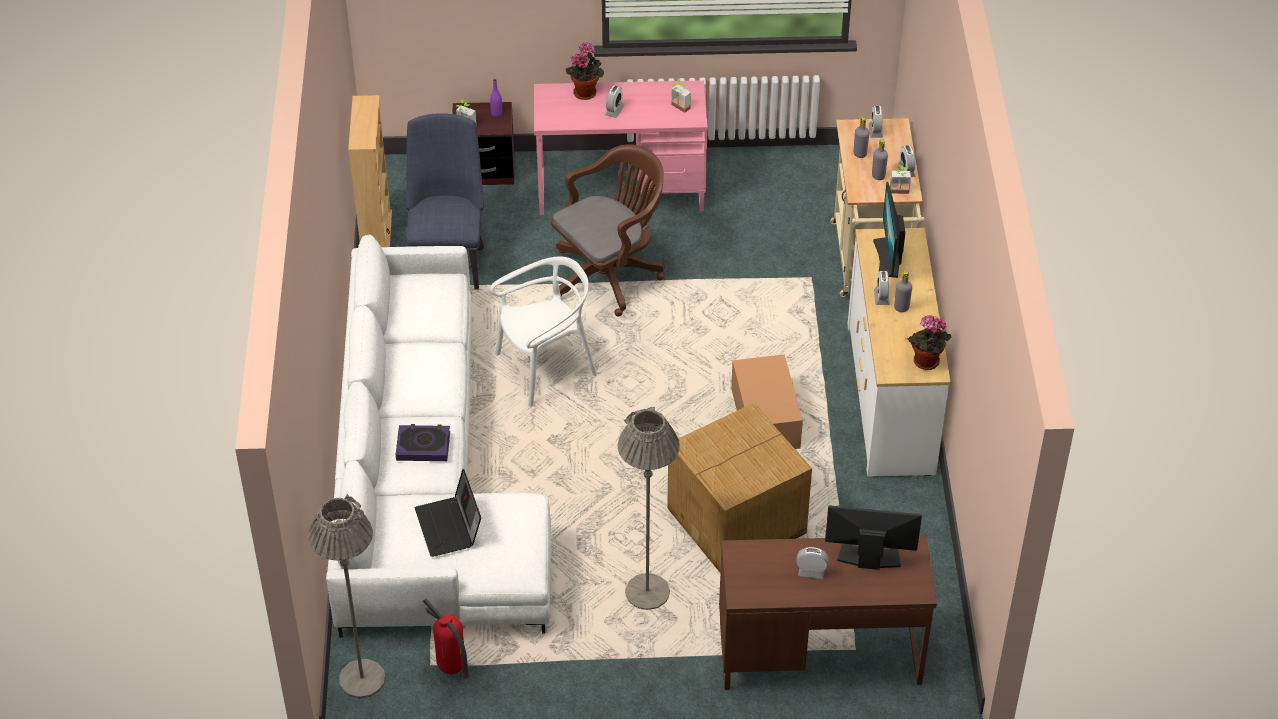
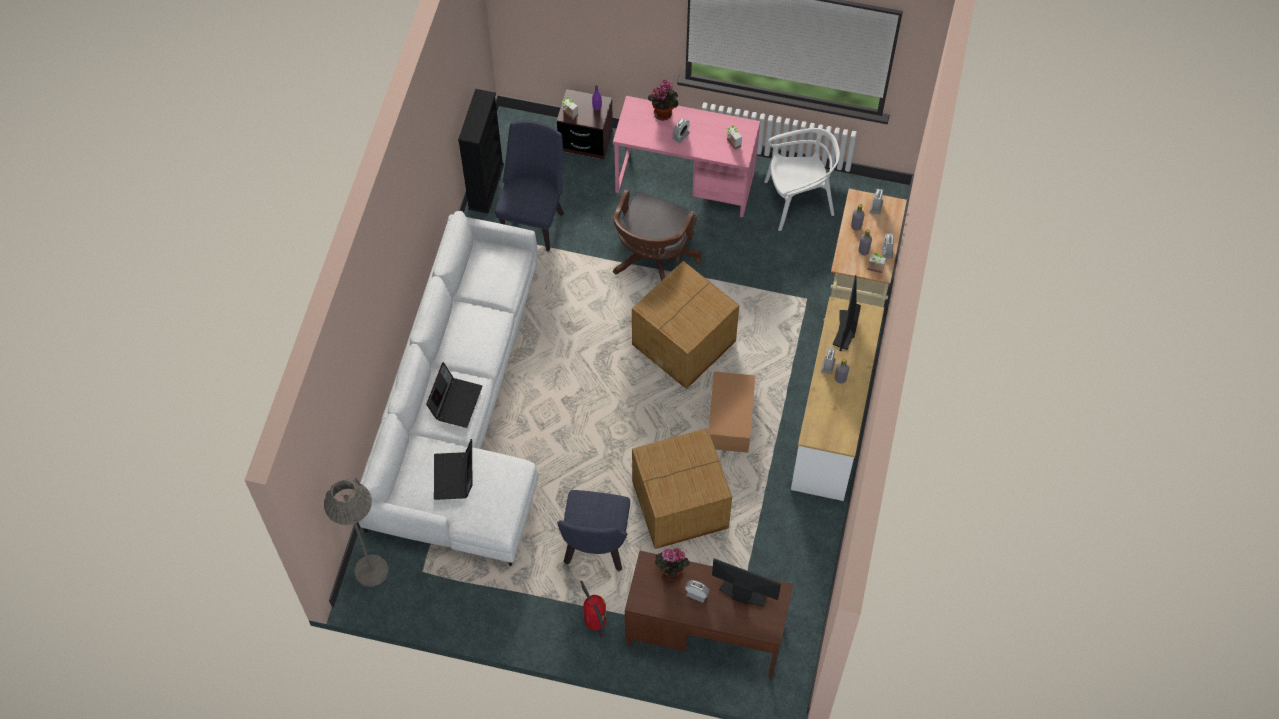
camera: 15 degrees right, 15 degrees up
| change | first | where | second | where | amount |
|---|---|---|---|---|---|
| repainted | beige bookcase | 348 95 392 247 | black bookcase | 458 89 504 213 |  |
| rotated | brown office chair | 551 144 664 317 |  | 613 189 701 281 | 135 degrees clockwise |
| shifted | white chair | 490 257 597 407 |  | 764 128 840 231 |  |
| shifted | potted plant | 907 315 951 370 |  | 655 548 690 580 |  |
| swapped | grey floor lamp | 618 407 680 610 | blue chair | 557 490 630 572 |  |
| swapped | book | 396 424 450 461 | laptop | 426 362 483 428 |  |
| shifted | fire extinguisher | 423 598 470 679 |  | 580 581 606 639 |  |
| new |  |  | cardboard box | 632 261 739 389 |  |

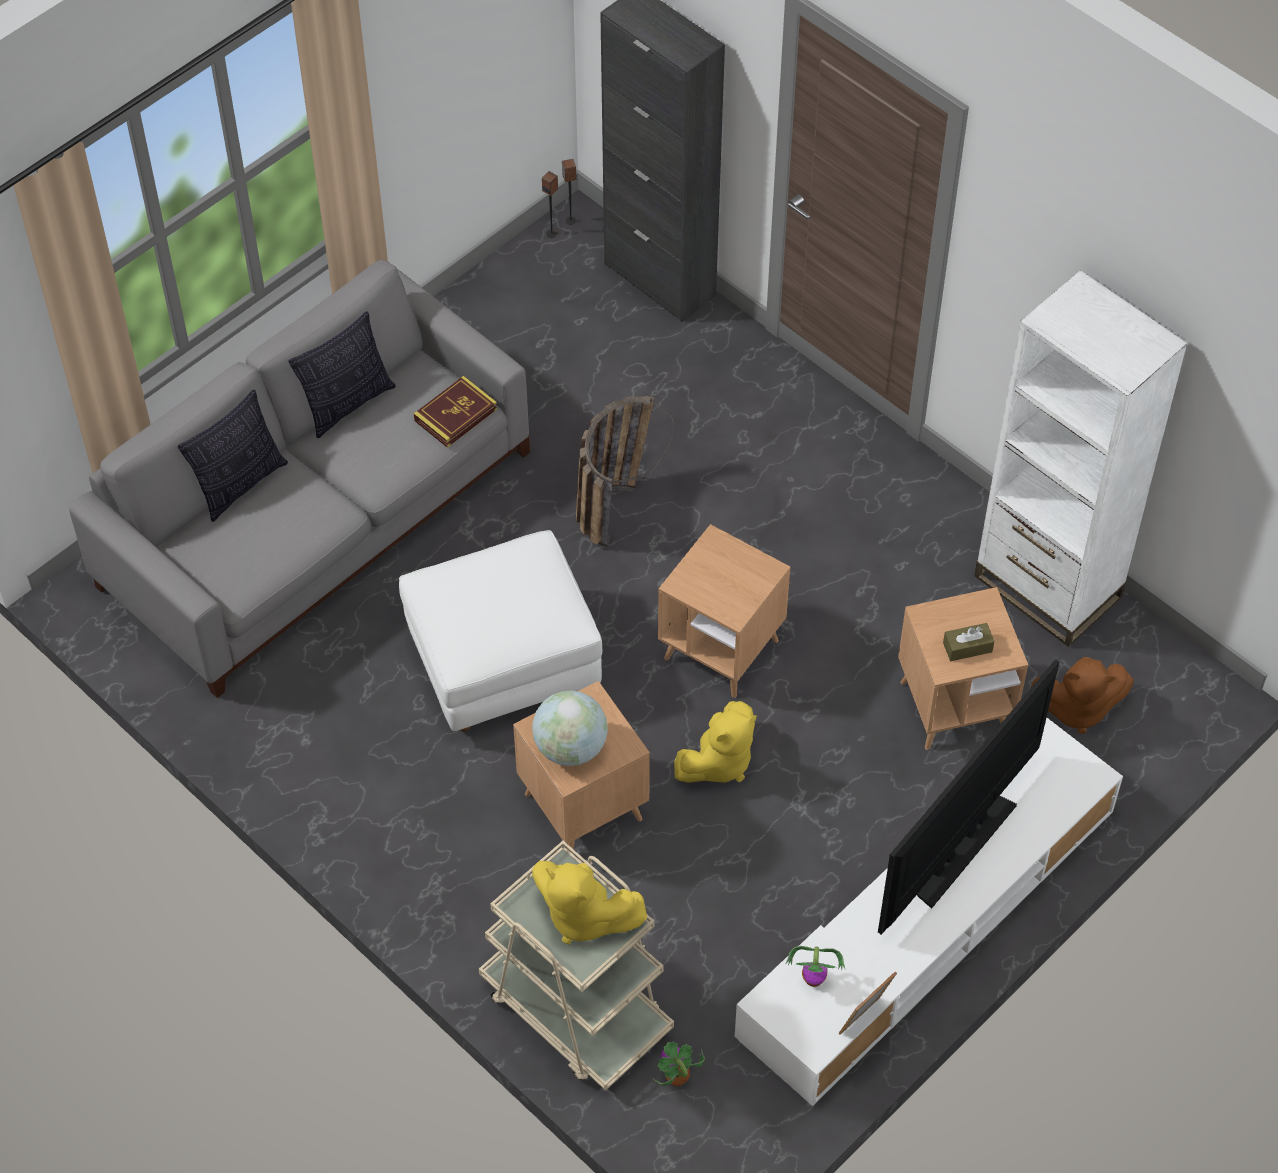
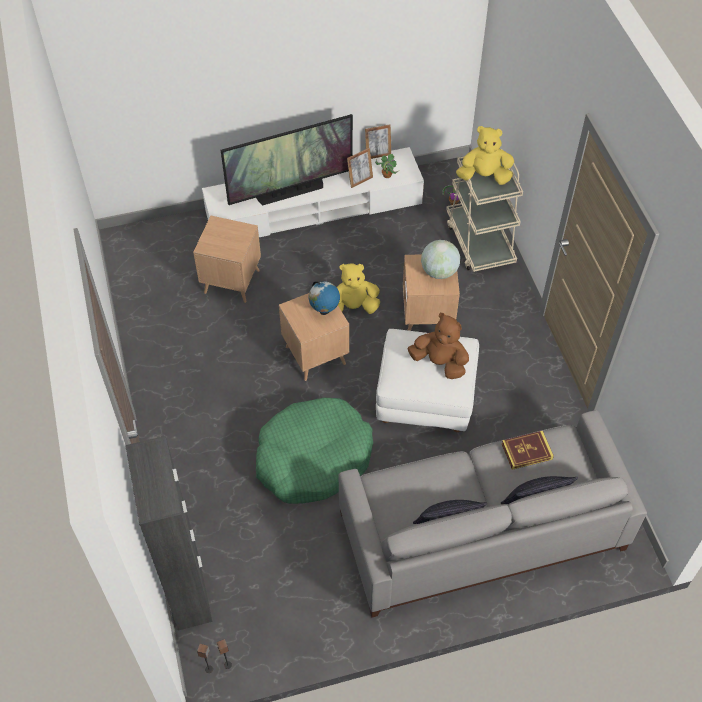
camera: 150 degrees left, 0 degrees up
| change | first | where | second | where | amount |
|---|---|---|---|---|---|
| gone | white bookcase | 974 270 1188 647 |  |  |  |
| shifted | book | 414 376 497 448 |  | 502 431 554 470 |  |
| swapped | basket | 576 396 674 547 | green dog bed | 256 398 373 504 |  |
| gone | brown tissue box | 943 623 995 661 |  |  |  |
| shifted | brown plush toy | 1030 657 1134 734 |  | 407 313 469 379 |  |
| rotated | yellow plush toy | 532 861 647 945 |  | 456 126 514 185 | 60 degrees counterclockwise |
| new |  |  | picture frame | 347 148 373 188 |  |
| new |  |  | globe | 309 281 340 315 |  |

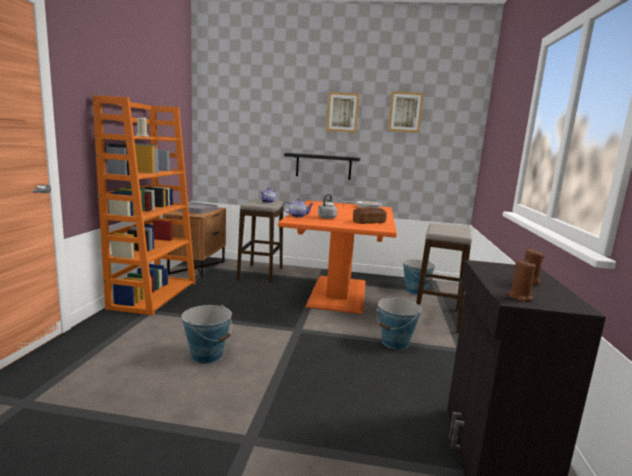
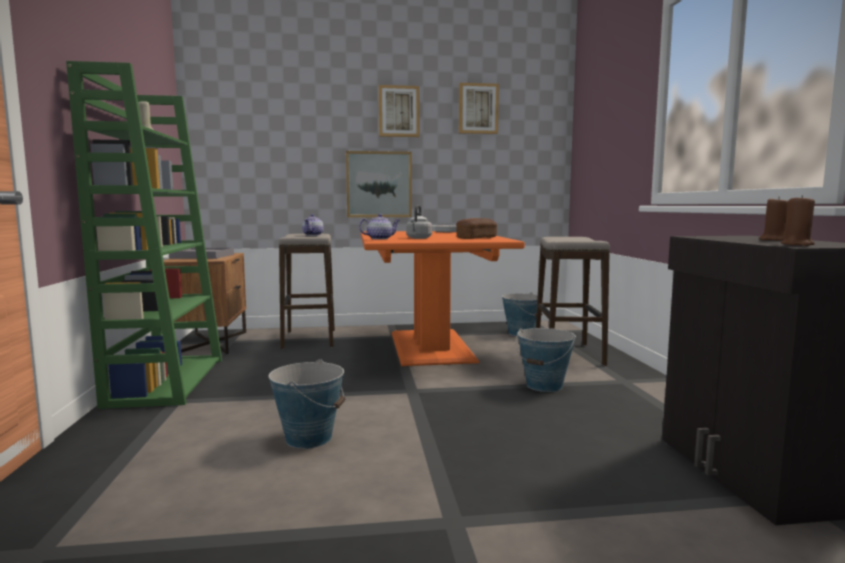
camera: 15 degrees left, 5 degrees down
| change | first | where | second | where | amount |
|---|---|---|---|---|---|
| repainted | orange bookcase | 92 95 195 315 | green bookcase | 66 61 222 409 |  |
| swapped | black shelf | 284 153 361 180 | picture | 346 151 412 217 |  |

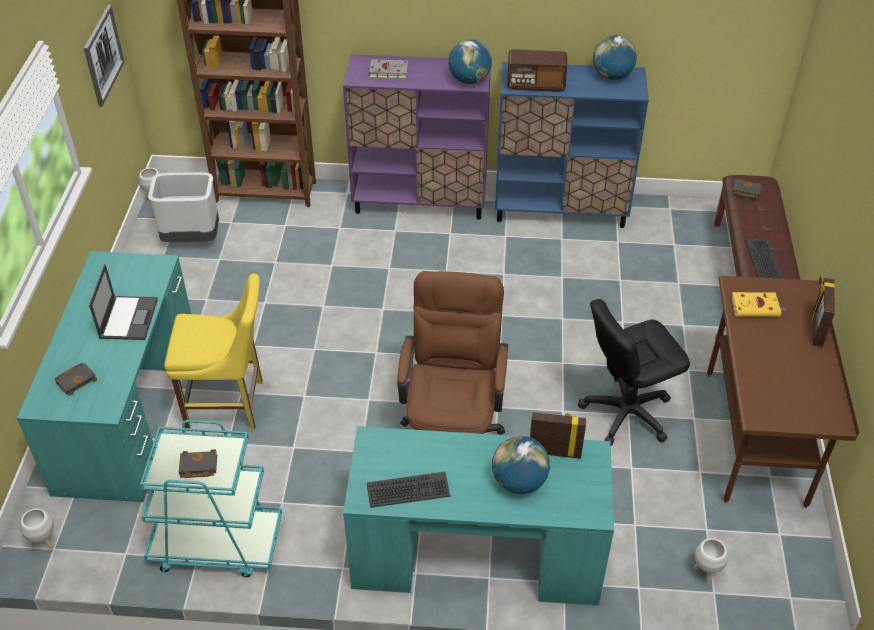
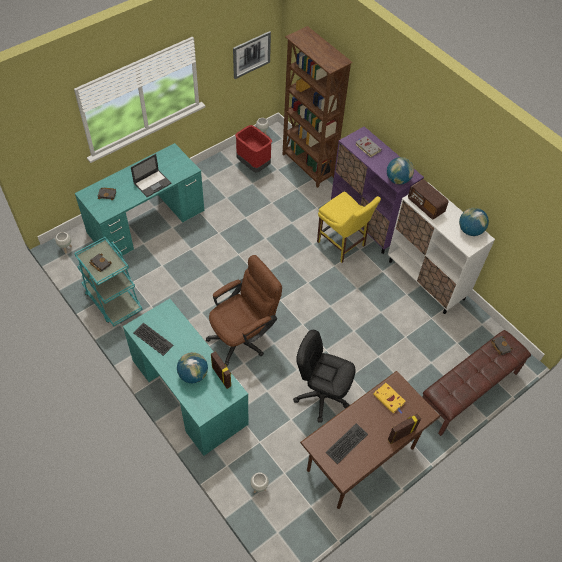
camera: 45 degrees right, 10 degrees up
| change | first | where | second | where | amount |
|---|---|---|---|---|---|
| repainted | blue cabinet | 495 62 649 228 | white cabinet | 388 182 495 314 |  |
| repainted | grey trash can | 148 172 219 242 | red trash can | 235 125 272 173 |  |
| shifted | keyboard | 745 239 782 279 |  | 325 423 368 464 |  |
| shifted | yellow chair | 164 274 262 430 |  | 317 192 381 263 |  |

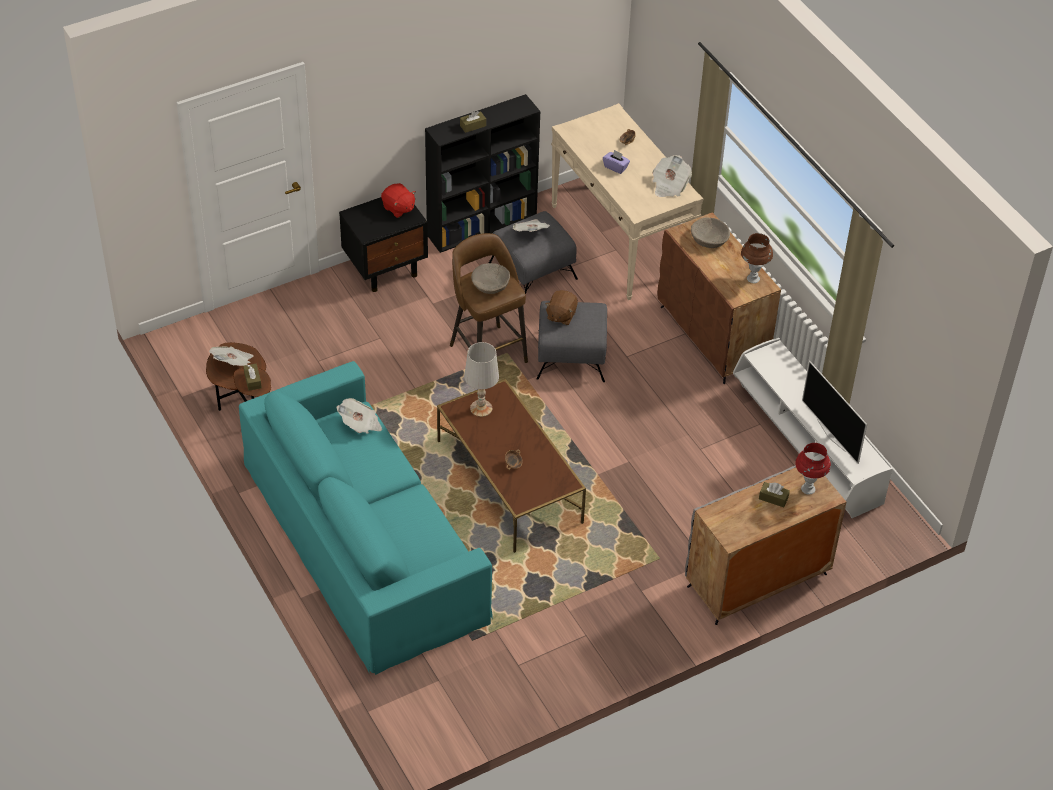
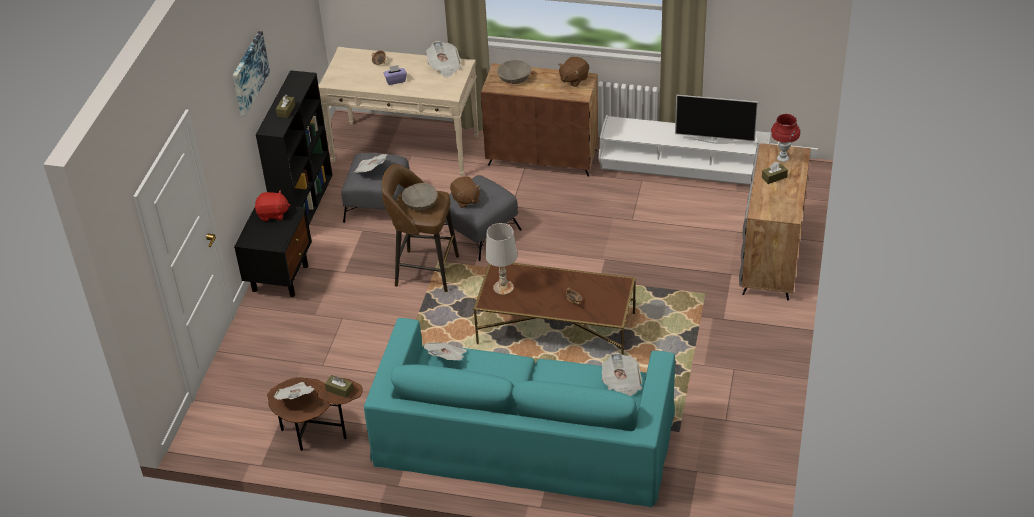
camera: 45 degrees left, 5 degrees down
| change | first | where | second | where | amount |
|---|---|---|---|---|---|
| swapped | brown table lamp | 741 233 773 283 | brown plush toy | 558 57 589 87 |  |
| new |  |  | picture | 233 31 270 116 |  |
| new |  |  | newspaper | 602 352 642 396 |  |

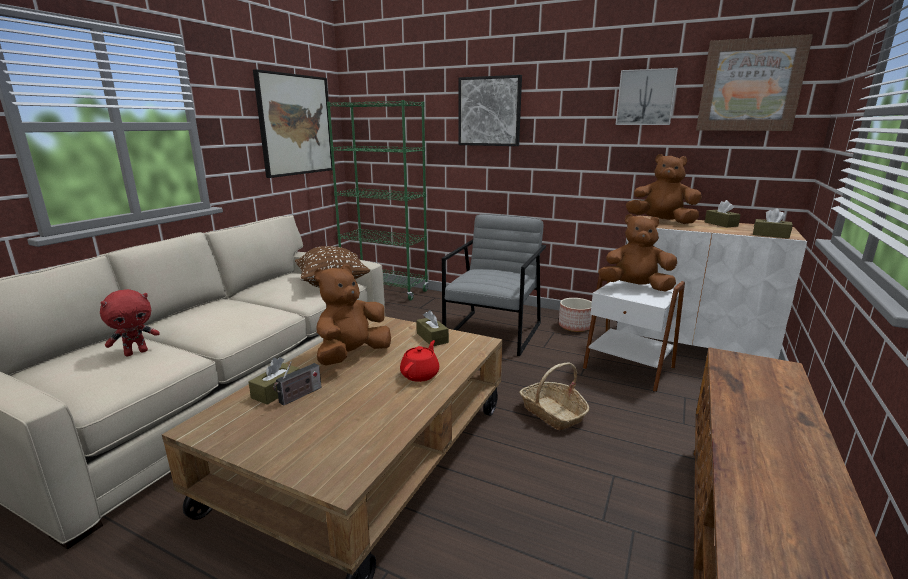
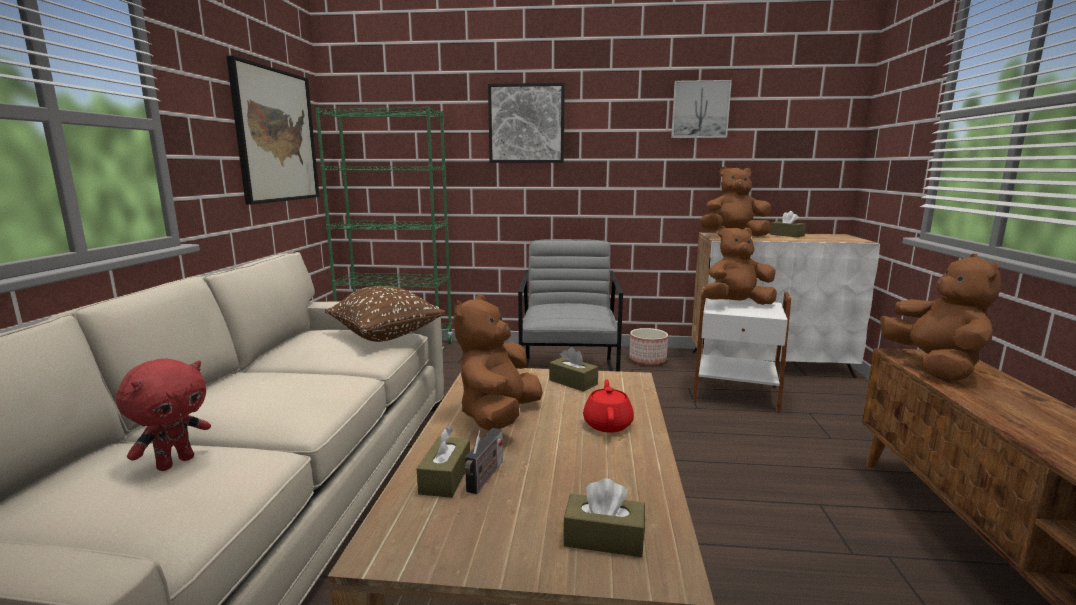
camera: 20 degrees left, 5 degrees down
| change | first | where | second | where | amount |
|---|---|---|---|---|---|
| gone | picture | 696 34 813 131 |  |  |  |
| shifted | brown tissue box | 753 208 793 238 |  | 563 479 645 557 |  |
| gone | basket | 519 362 589 430 |  |  |  |
| new |  |  | brown plush toy | 880 254 1001 381 |  |

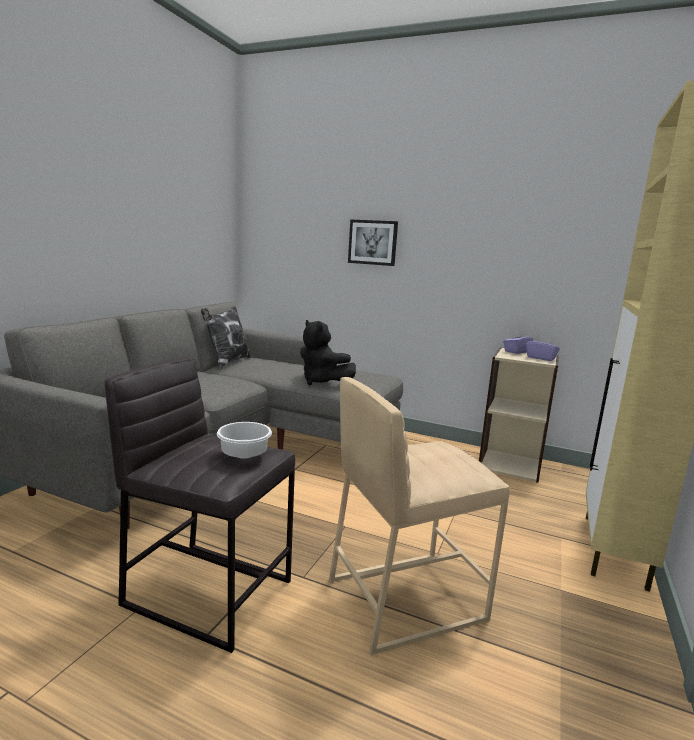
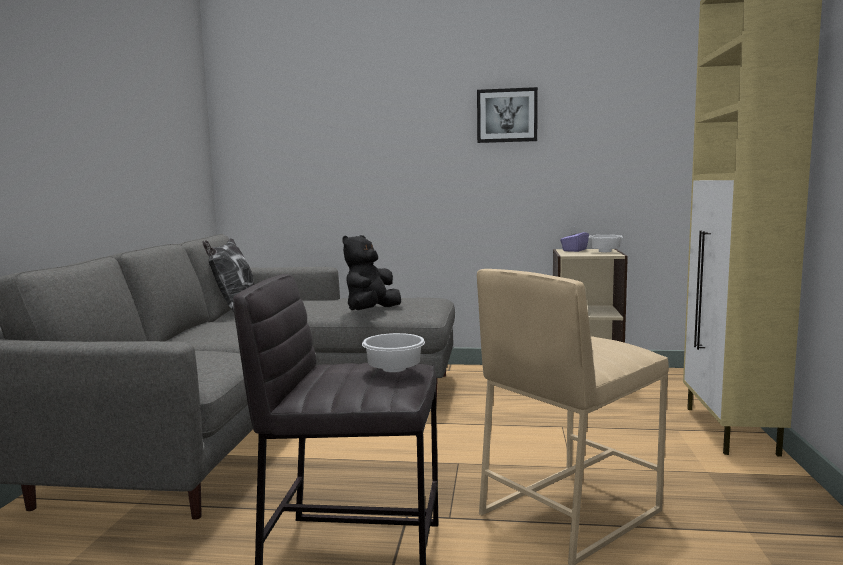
camera: 15 degrees left, 5 degrees down
| change | first | where | second | where | amount |
|---|---|---|---|---|---|
| shifted | picture | 348 220 398 266 |  | 477 87 538 143 |  |
| rotated | black plush toy | 300 320 356 385 |  | 342 235 401 310 | 90 degrees clockwise |
| swapped | purple tissue box | 526 335 560 361 | white bowl | 588 235 623 253 |  |

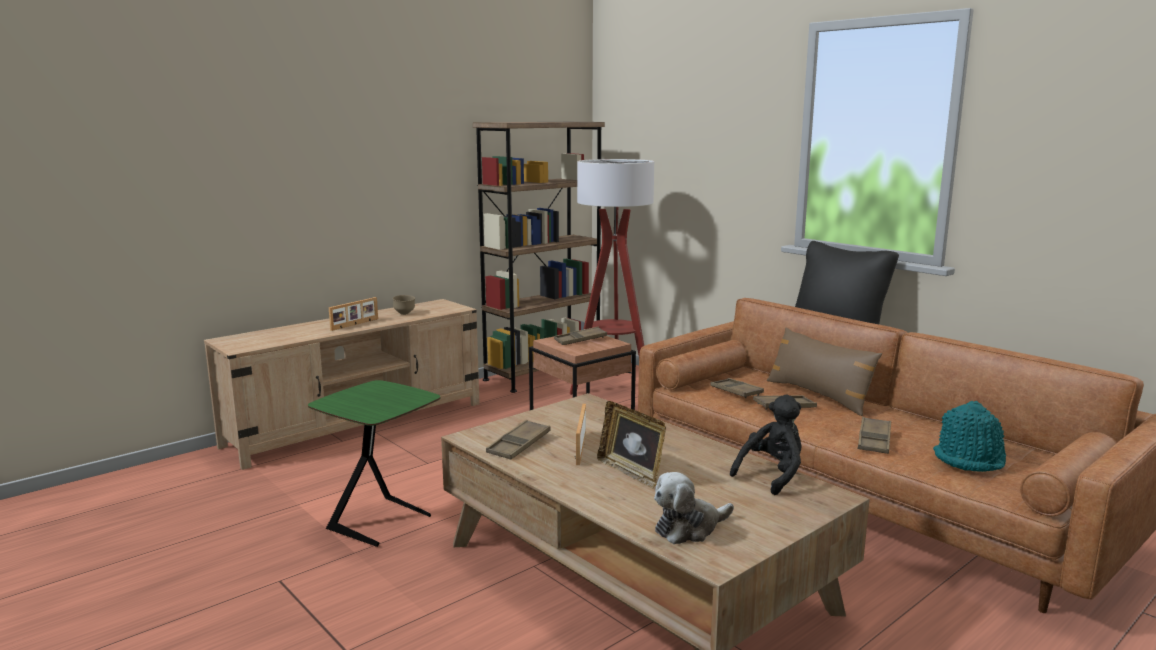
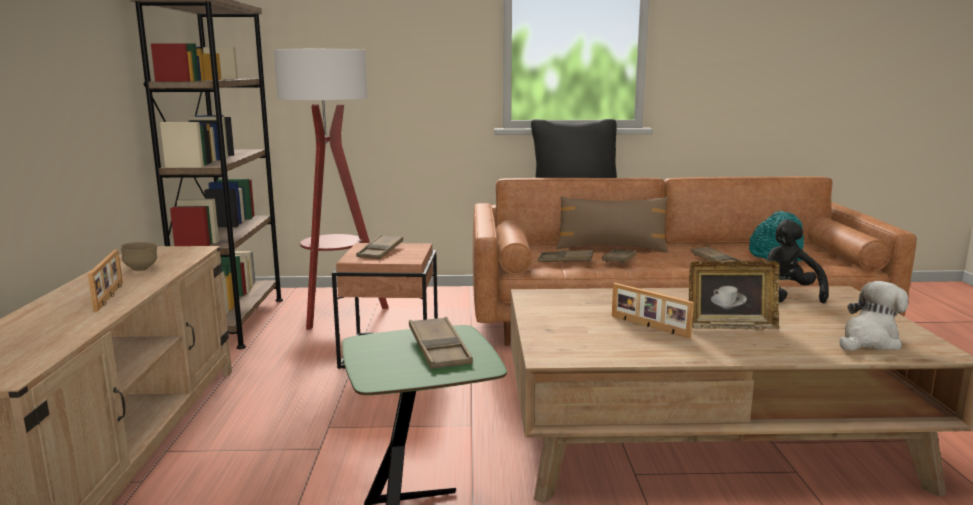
camera: 50 degrees left, 0 degrees up
| change | first | where | second | where | amount |
|---|---|---|---|---|---|
| shifted | brown tray | 486 420 550 460 |  | 409 317 473 369 |  |
| rotated | plush toy | 654 472 734 544 |  | 839 281 908 351 | 135 degrees counterclockwise |

